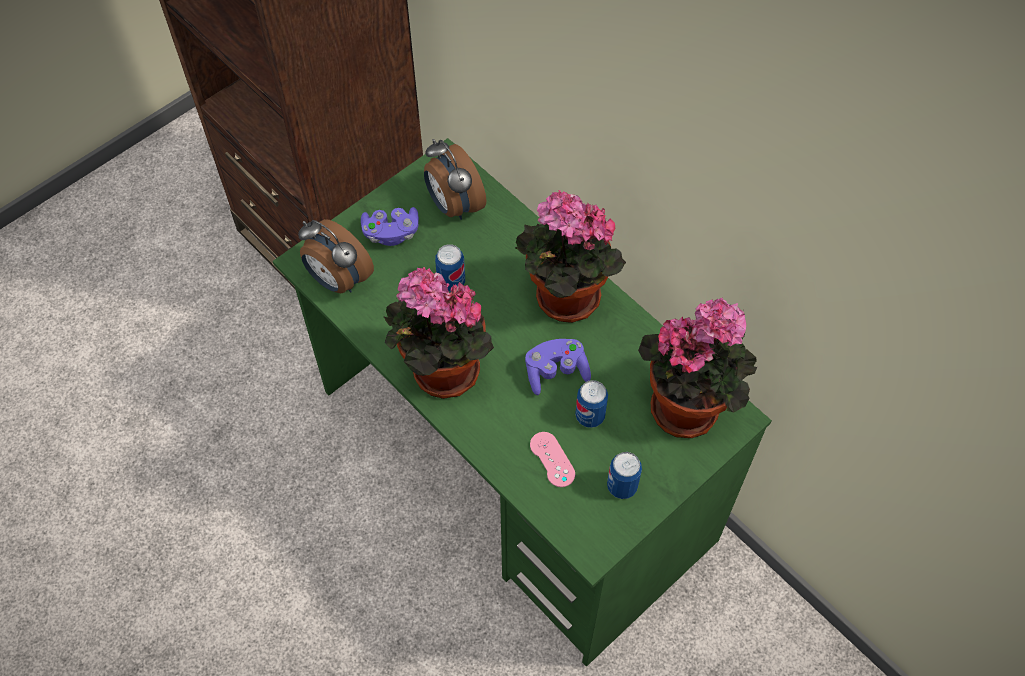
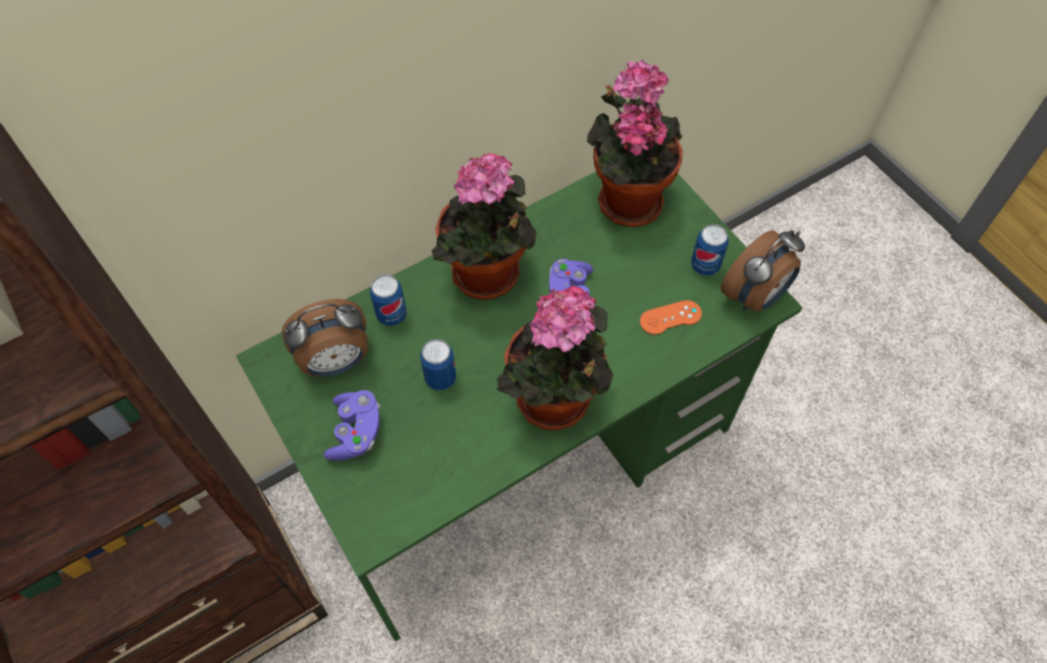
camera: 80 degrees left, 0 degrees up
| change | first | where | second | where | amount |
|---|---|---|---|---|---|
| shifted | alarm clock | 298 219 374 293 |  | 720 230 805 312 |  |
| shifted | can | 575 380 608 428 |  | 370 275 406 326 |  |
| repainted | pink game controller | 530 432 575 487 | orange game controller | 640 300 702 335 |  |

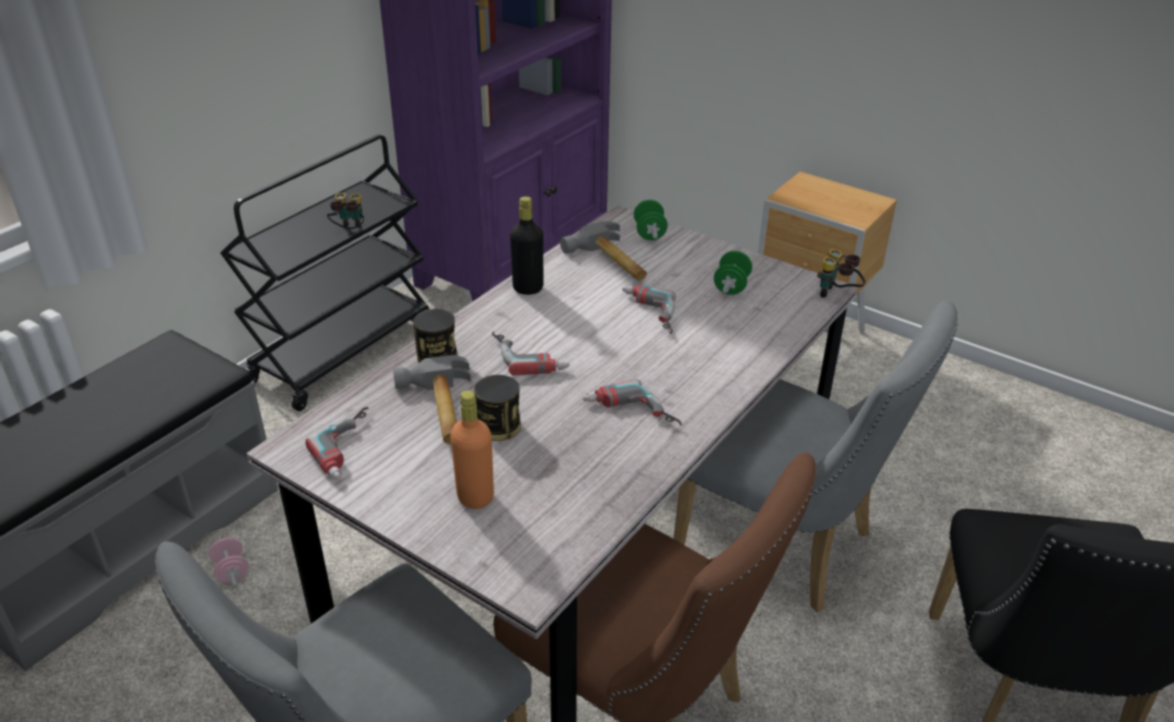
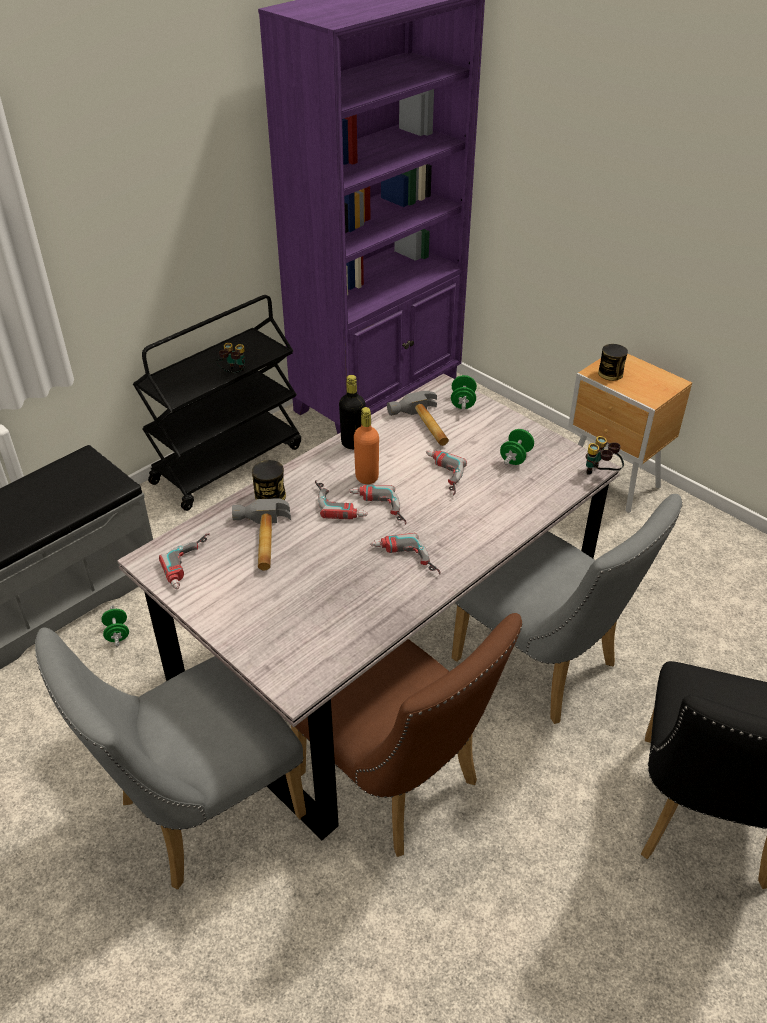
camera: 10 degrees right, 5 degrees up
| change | first | where | second | where | amount |
|---|---|---|---|---|---|
| shifted | can | 474 375 521 441 |  | 598 344 628 381 |  |
| shifted | orange bottle | 450 390 494 509 |  | 354 407 379 484 |  |
| repainted | pink dumbbell | 208 535 249 586 | green dumbbell | 101 605 129 646 |  |
| new |  |  | power drill | 349 485 407 525 |  |

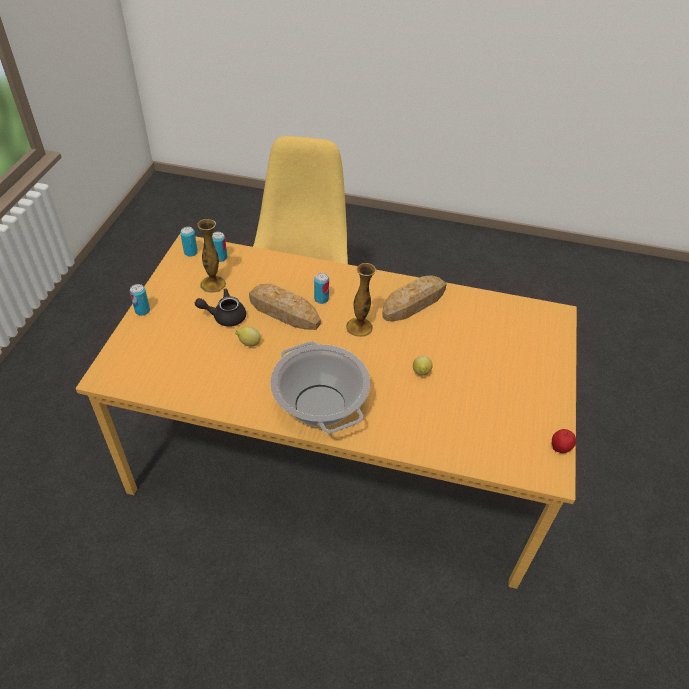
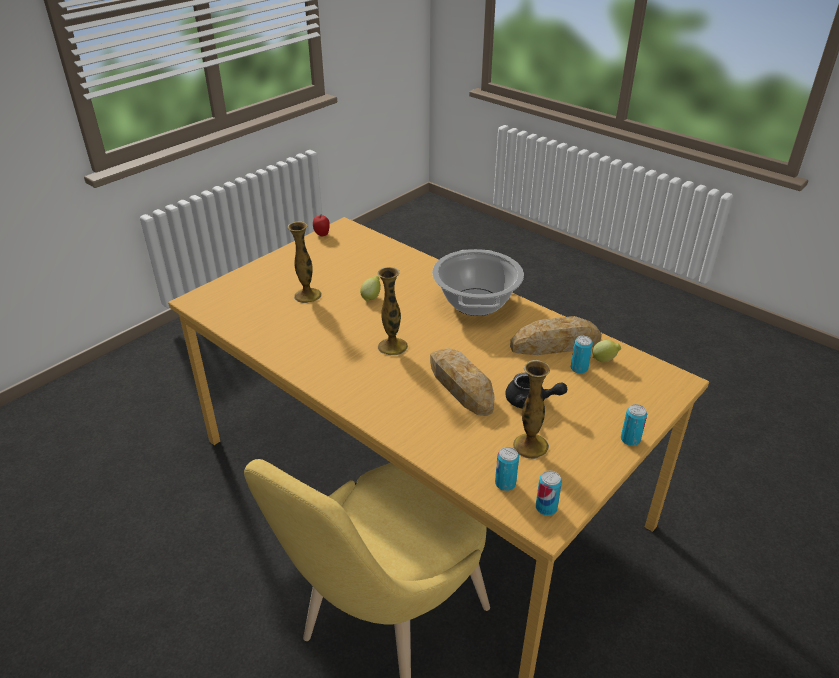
camera: 150 degrees left, 10 degrees down
| change | first | where | second | where | amount |
|---|---|---|---|---|---|
| shifted | can | 314 273 329 304 |  | 571 336 593 374 |  |
| shifted | bread | 382 275 447 321 |  | 510 316 602 355 |  |
| shifted | lemon | 235 327 261 347 |  | 592 340 621 362 |  |
| new |  |  | vase | 287 221 322 303 |  |

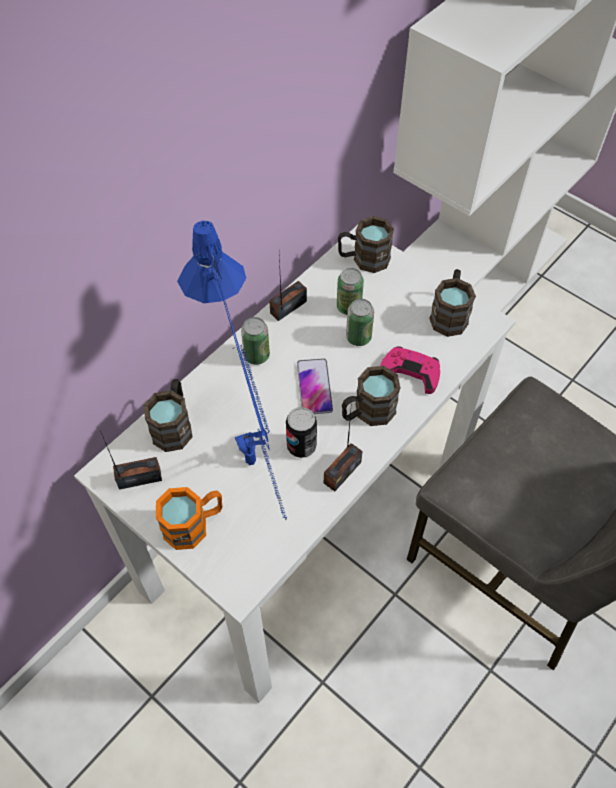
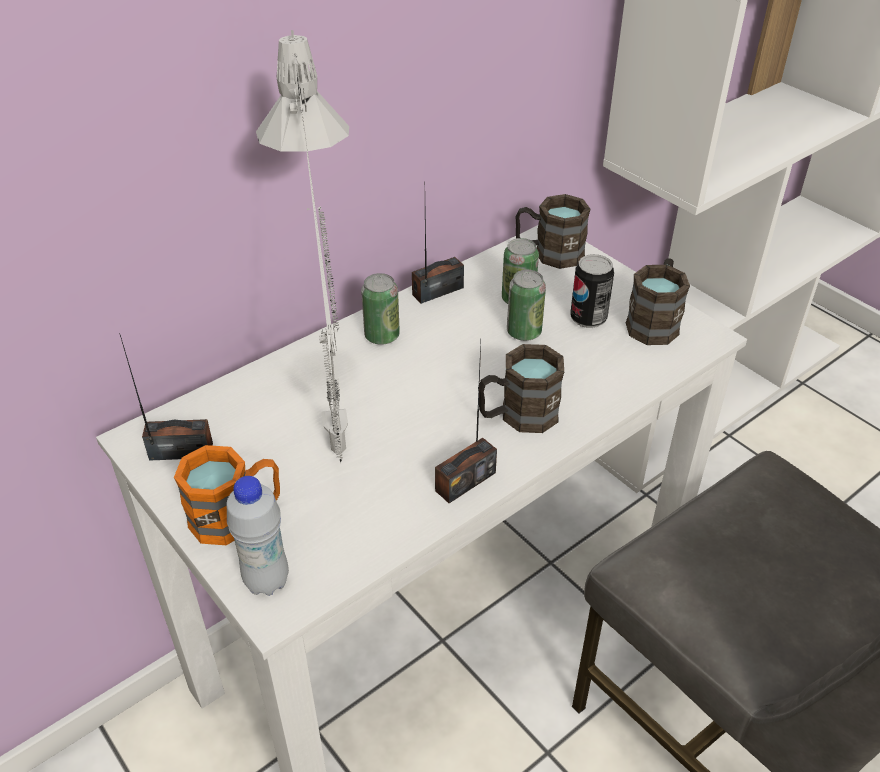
camera: 10 degrees right, 15 degrees down
| change | first | where | second | where | amount |
|---|---|---|---|---|---|
| repainted | blue table lamp | 177 221 287 520 | grey table lamp | 256 30 349 463 |  |
| gone | pink game controller | 380 346 440 394 |  |  |  |
| gone | phone | 297 358 333 414 |  |  |  |
| gone | brown mug | 143 379 192 452 |  |  |  |
| shifted | can | 286 407 317 458 |  | 570 254 614 328 |  |
| new |  |  | white bottle | 227 476 289 596 |  |

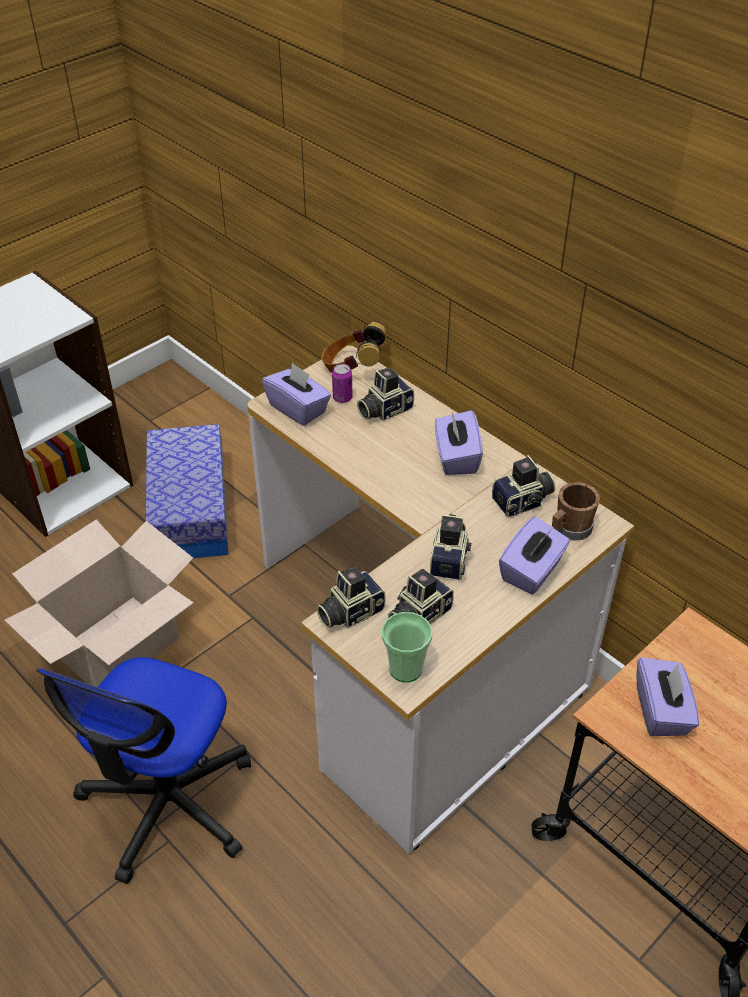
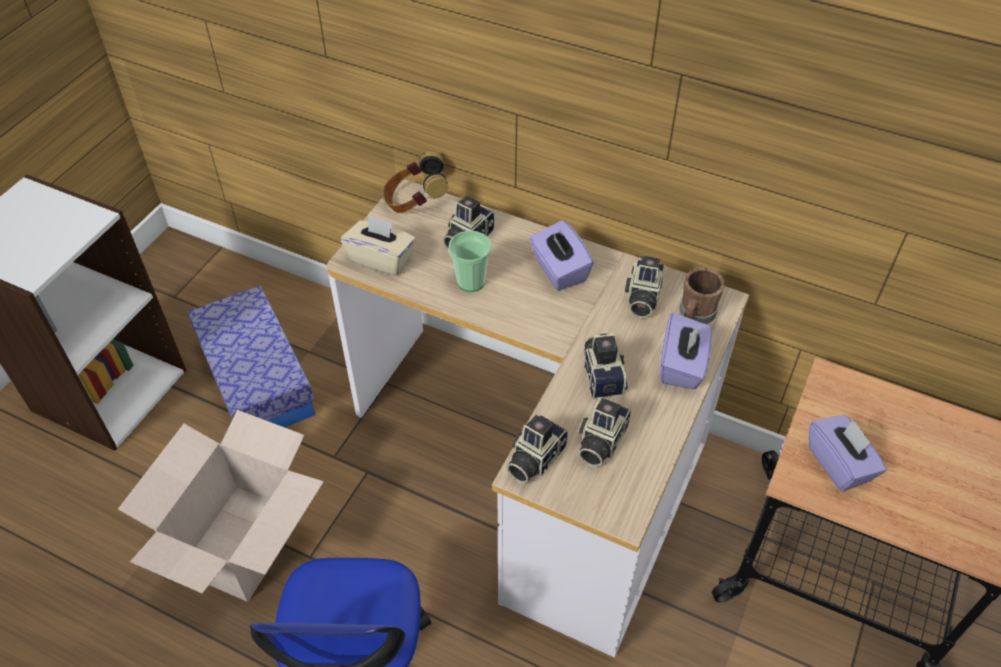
camera: 20 degrees left, 5 degrees up
| change | first | where | second | where | amount |
|---|---|---|---|---|---|
| repainted | purple tissue box | 262 362 331 426 | beige tissue box | 341 214 416 276 |  |
| gone | can | 332 364 352 403 |  |  |  |
| rotated | photo camera | 492 455 555 517 |  | 625 256 665 318 | 150 degrees clockwise |
| shifted | cup | 382 612 432 682 |  | 448 231 492 292 |  |

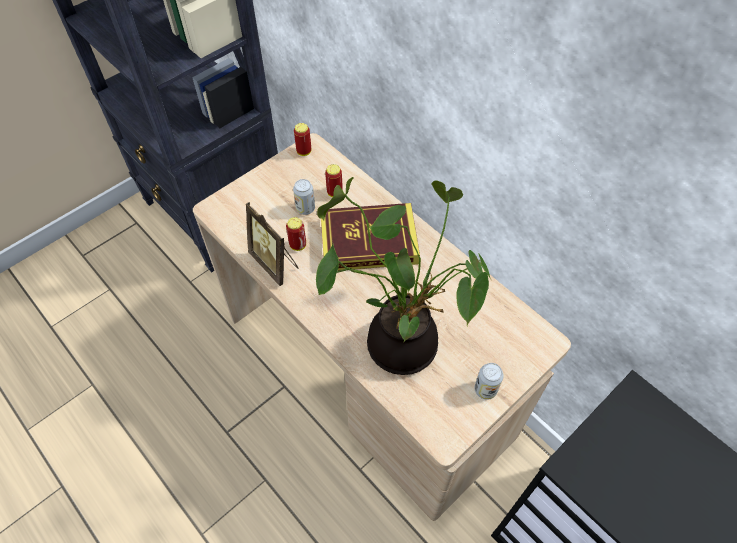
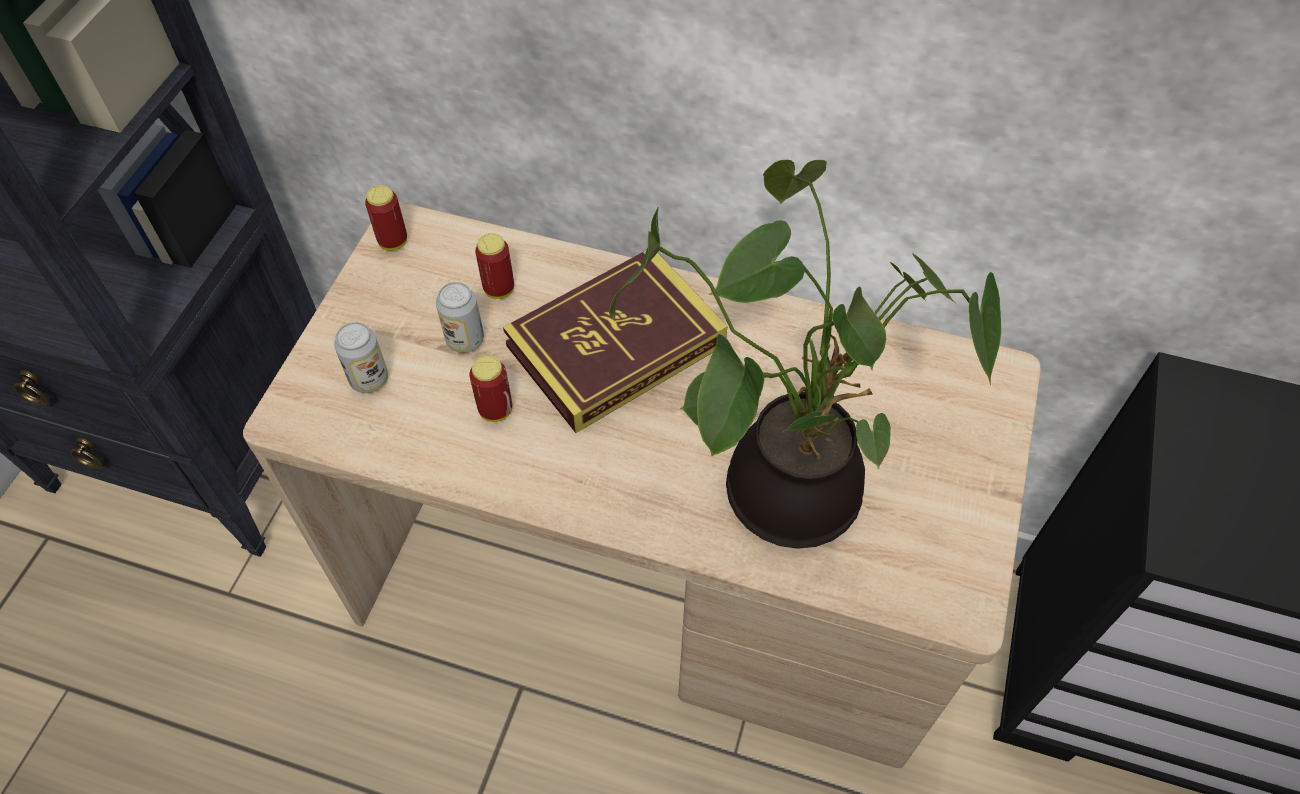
camera: 30 degrees left, 0 degrees up
| change | first | where | second | where | amount |
|---|---|---|---|---|---|
| gone | picture frame | 246 202 298 286 |  |  |  |
| shifted | can | 475 363 504 400 |  | 334 322 388 393 |  |

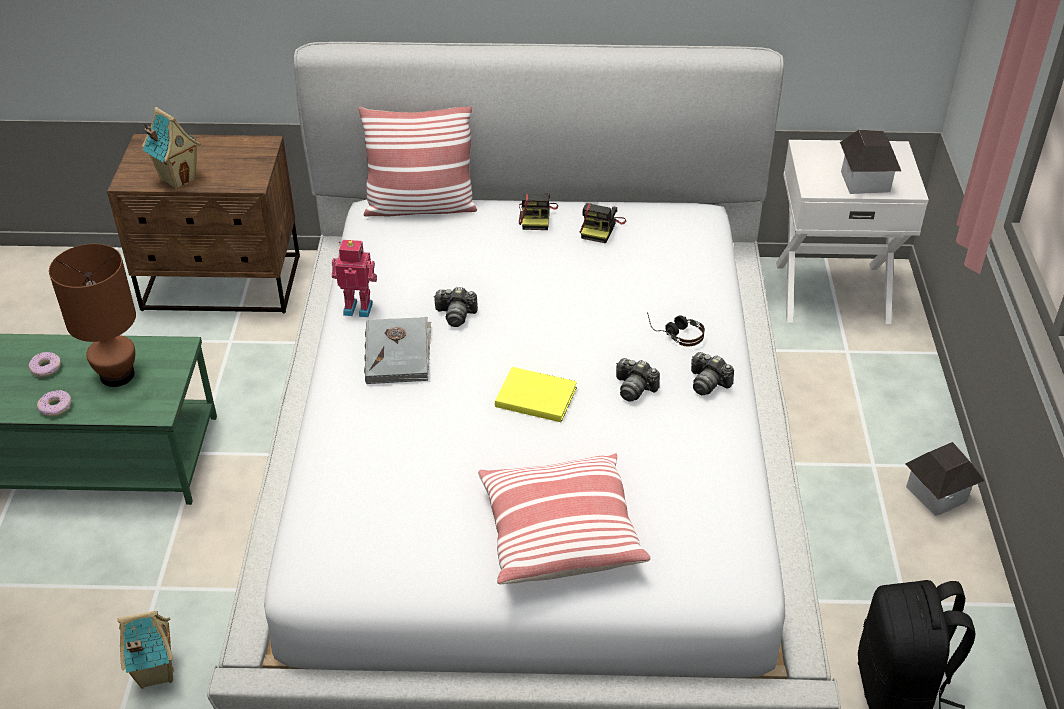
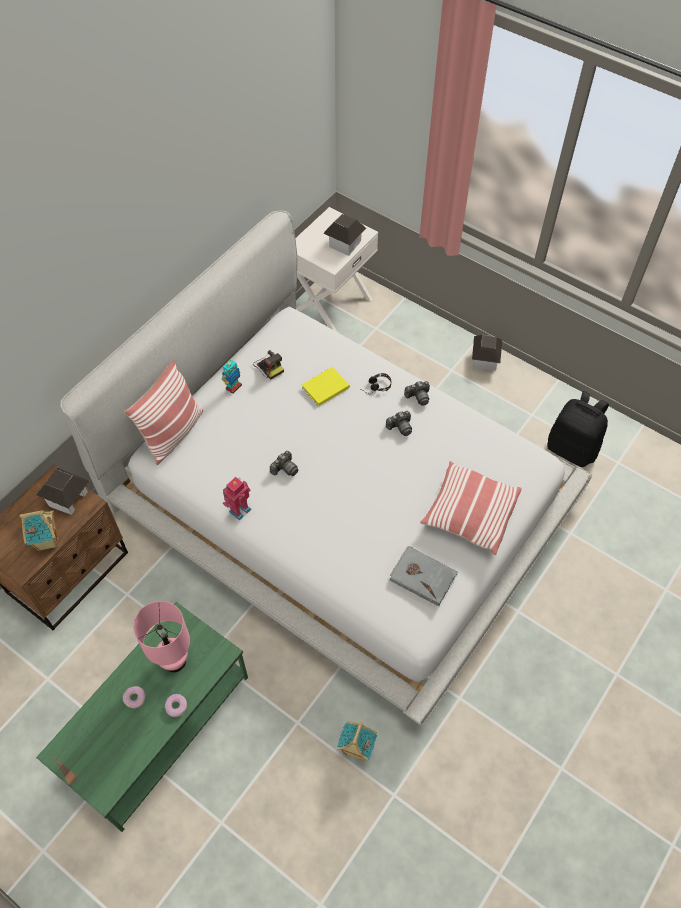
camera: 55 degrees left, 15 degrees up
| change | first | where | second | where | amount |
|---|---|---|---|---|---|
| swapped | photo camera | 519 193 558 230 | toy robot | 222 360 242 394 |  |
| repainted | brown table lamp | 49 244 136 387 | pink table lamp | 133 601 190 672 |  |
| shifted | grey book | 364 317 431 384 |  | 390 546 458 606 |  |
| shifted | yellow book | 495 367 577 422 |  | 302 367 350 406 |  |
| new |  |  | toy house | 36 468 89 515 |  |

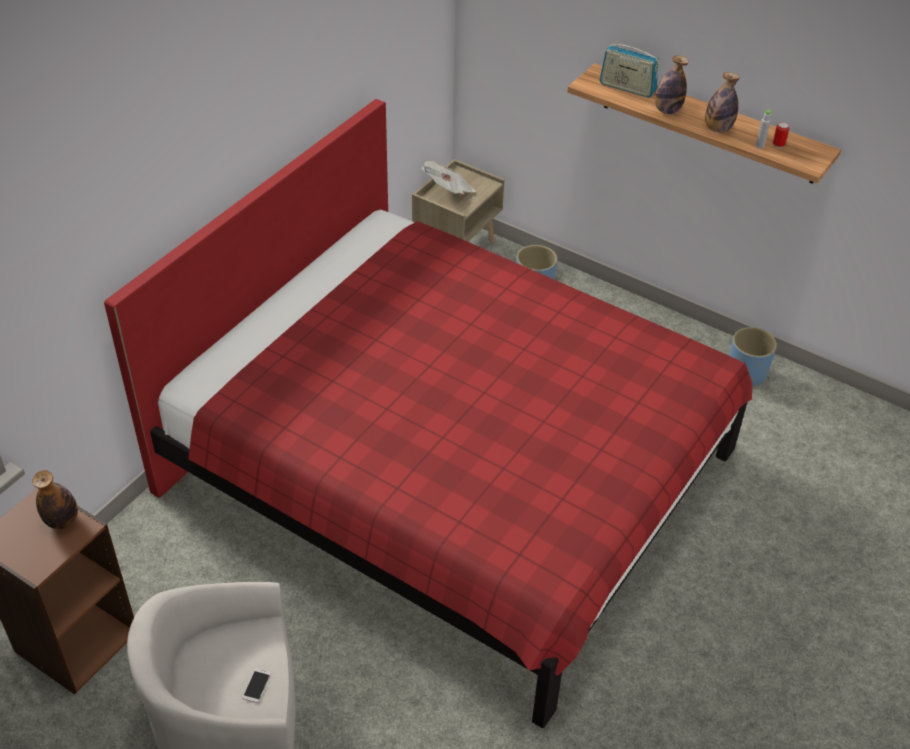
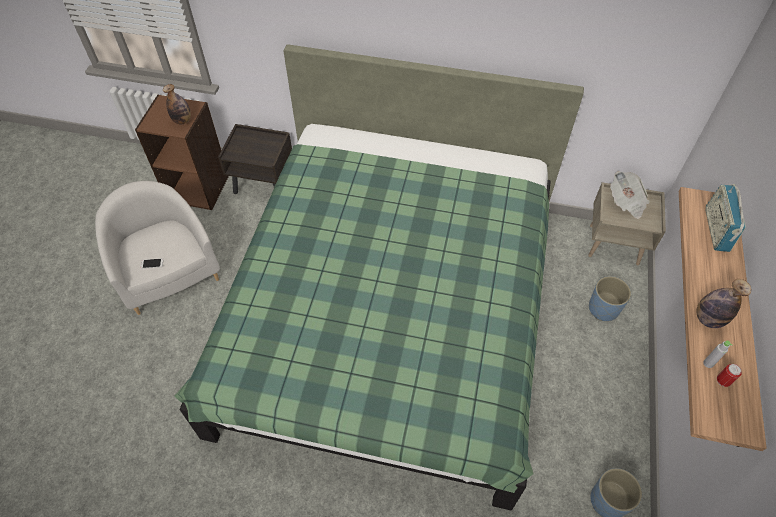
camera: 70 degrees right, 10 degrees up
| change | first | where | second | where | amount |
|---|---|---|---|---|---|
| gone | bottle | 655 55 689 114 |  |  |  |
| repainted | red bed | 104 99 752 728 | green bed | 174 44 584 510 |  |
| new |  |  | brown nightstand | 218 124 292 194 |  |

